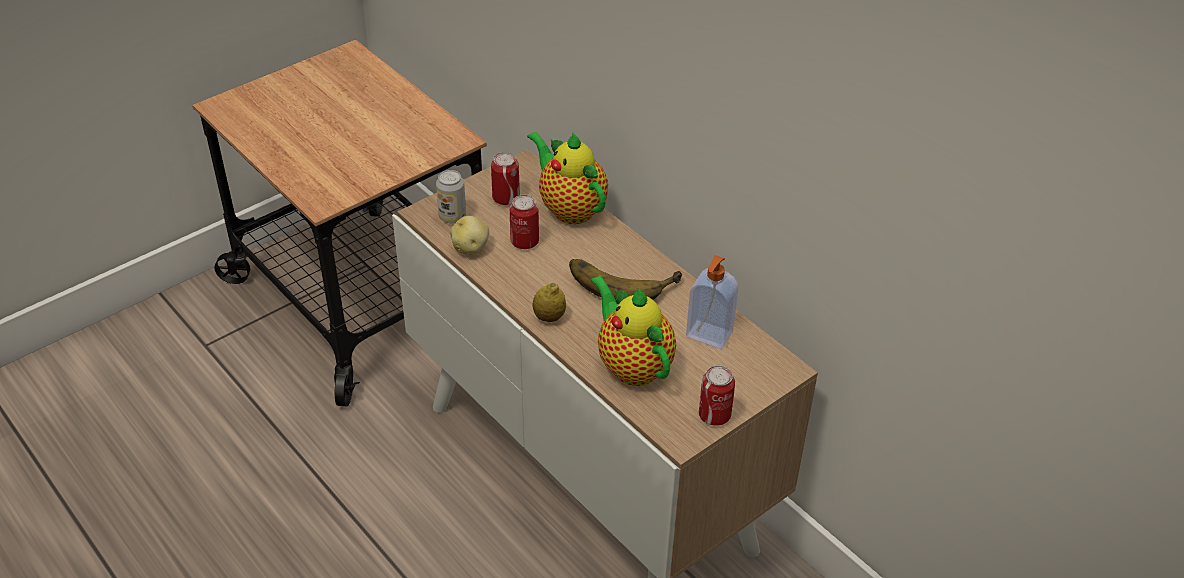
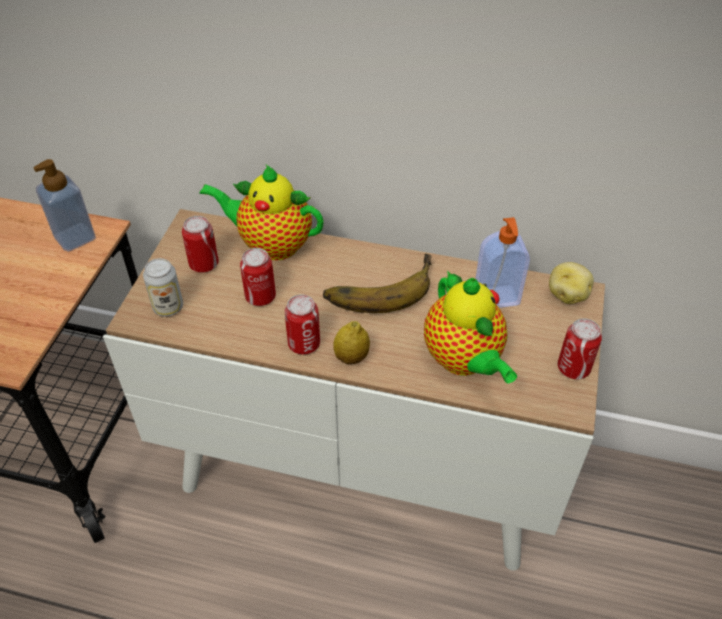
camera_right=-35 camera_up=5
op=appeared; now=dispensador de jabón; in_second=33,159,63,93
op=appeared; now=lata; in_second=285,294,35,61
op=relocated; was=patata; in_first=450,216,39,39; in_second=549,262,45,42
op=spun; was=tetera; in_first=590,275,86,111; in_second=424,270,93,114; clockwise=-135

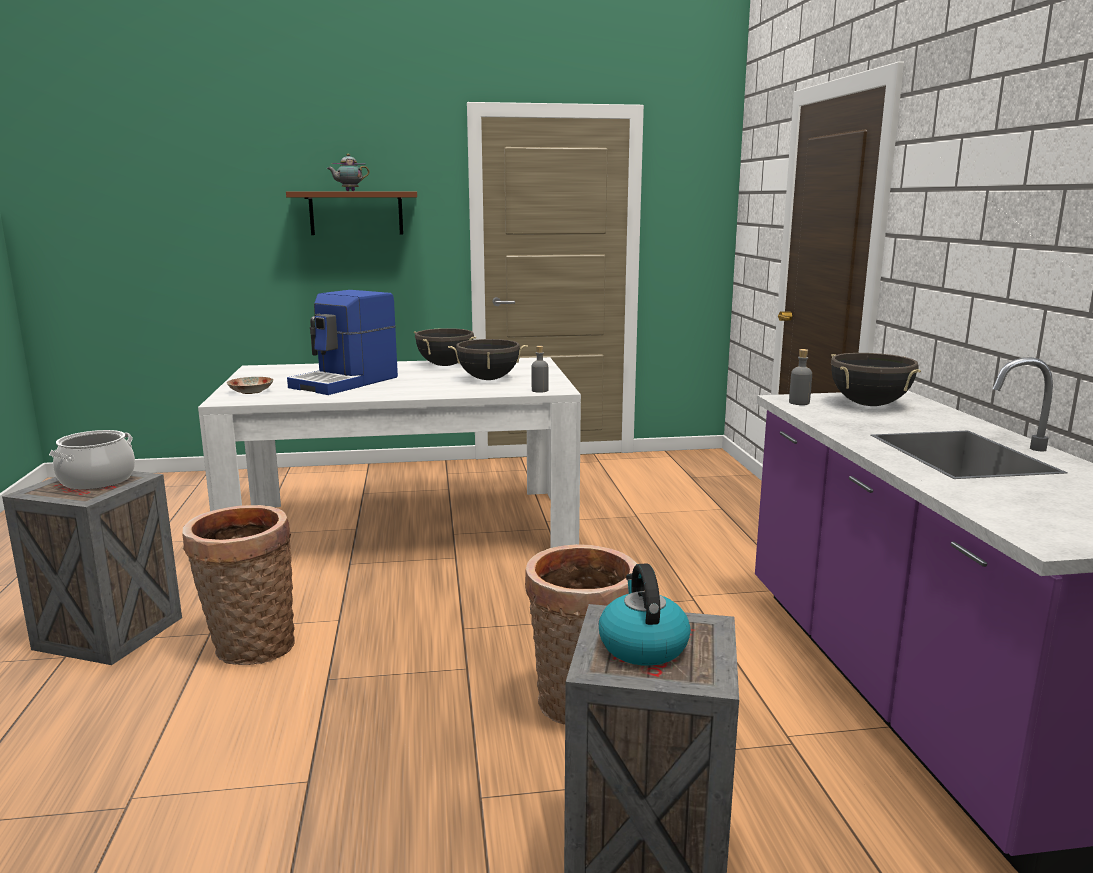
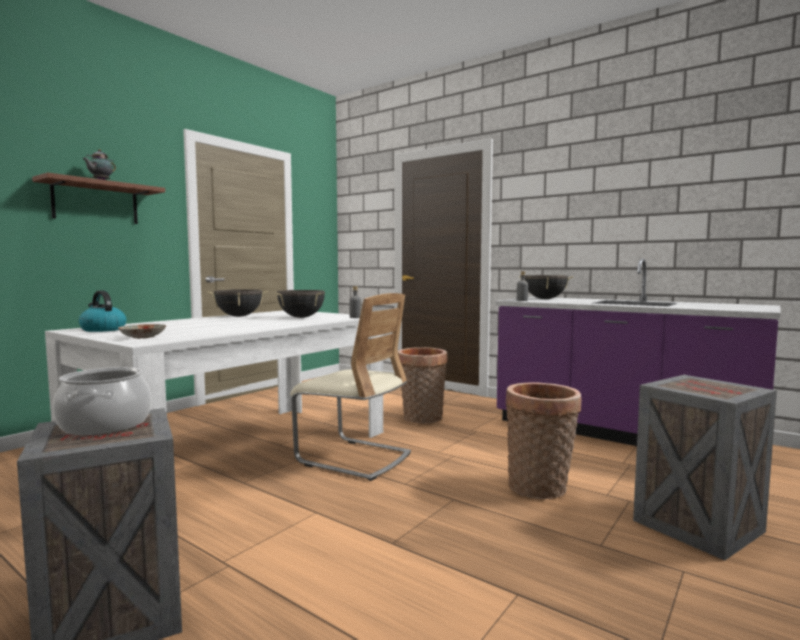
camera_right=-45 camera_up=-10
op=missing; was=cafetera; in_first=287,290,111,105
op=appeared; now=silla (beis); in_second=290,293,121,188
op=relocated; was=cesta; in_first=182,505,113,160; in_second=398,347,49,76
op=relocated; was=hervidor; in_first=599,563,92,103; in_second=79,290,47,42

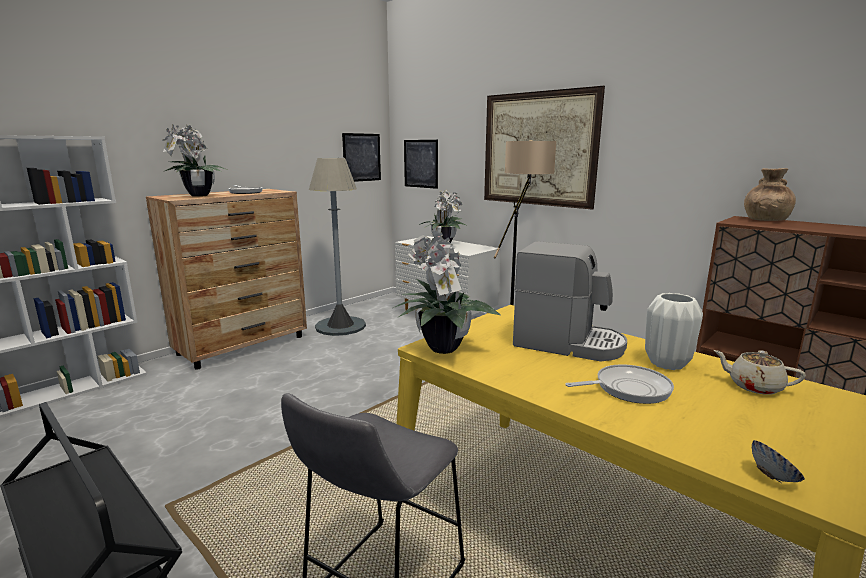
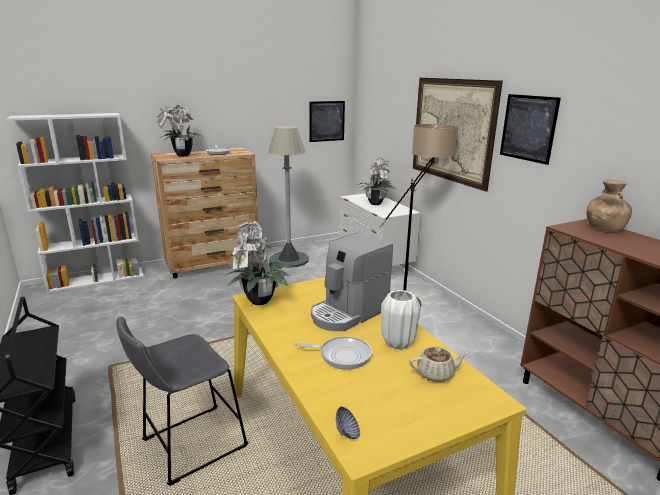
camera_right=20 camera_up=5
op=relocated; was=cuadro; in_first=404,140,34,49; in_second=500,94,61,71
op=spun; was=cafetera; in_first=513,241,114,120; in_second=311,232,82,99; clockwise=90
op=spun; was=tetera (beis); in_first=713,350,93,45; in_second=409,347,60,35; clockwise=120

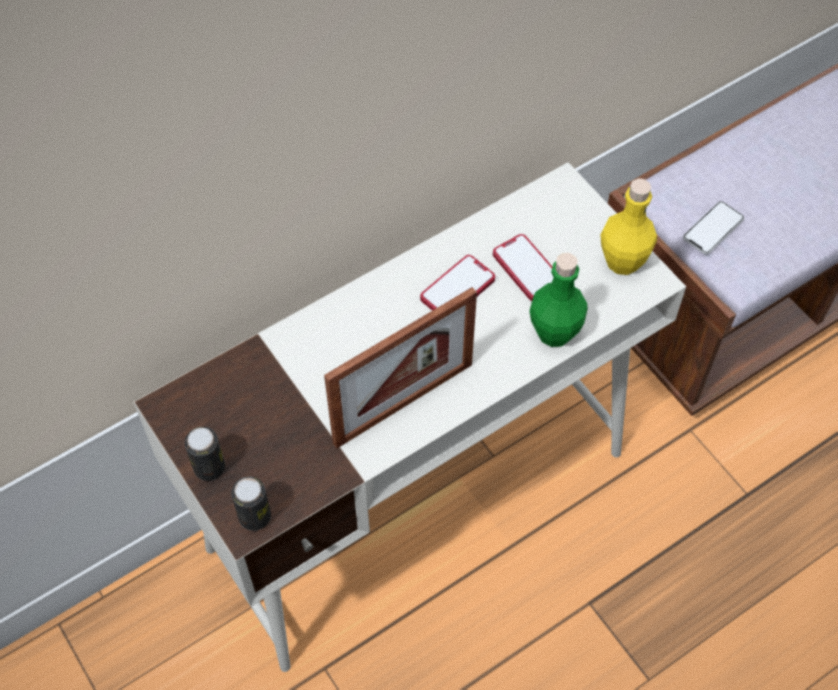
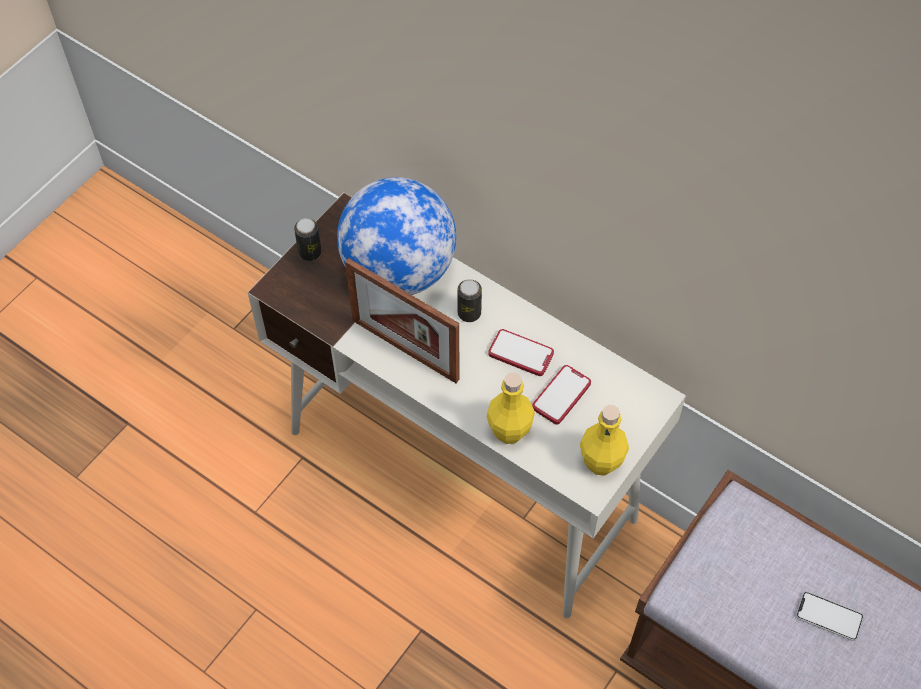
camera_right=70 camera_up=0
op=appeared; now=globo terráqueo; in_second=337,177,119,118
op=relocated; was=lata; in_first=231,476,40,55; in_second=458,279,24,43
op=relocated; was=móvil; in_first=683,201,61,53; in_second=796,592,68,49
op=colour; was=botella (verde); now=botella (amarillo); in_first=529,253,59,94; in_second=487,372,48,72

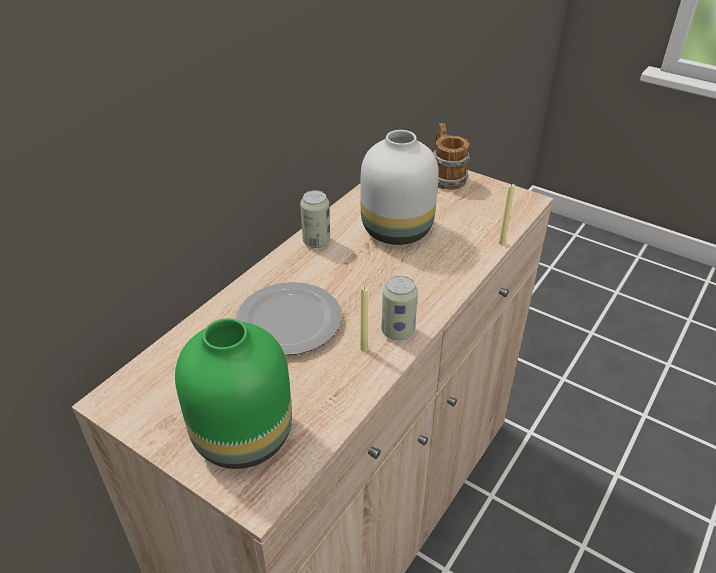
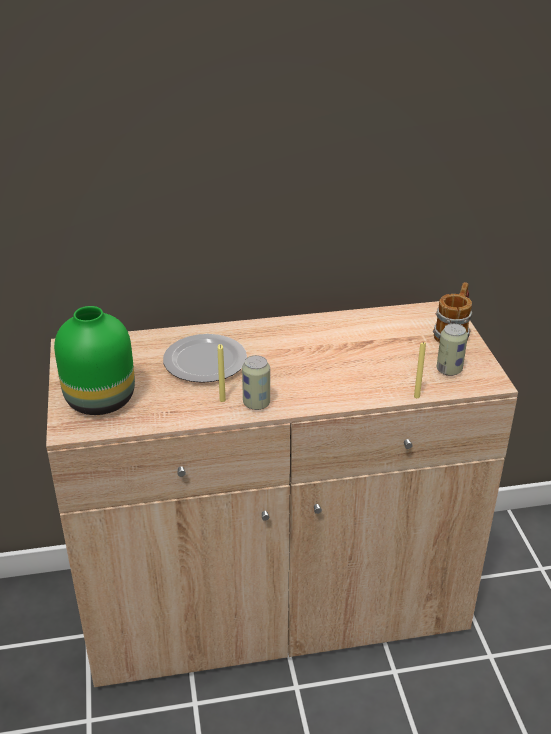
camera_right=45 camera_up=-5
op=missing; was=florero (blanco); in_first=361,130,78,115
op=relocated; was=lata; in_first=300,190,30,58; in_second=437,324,31,52

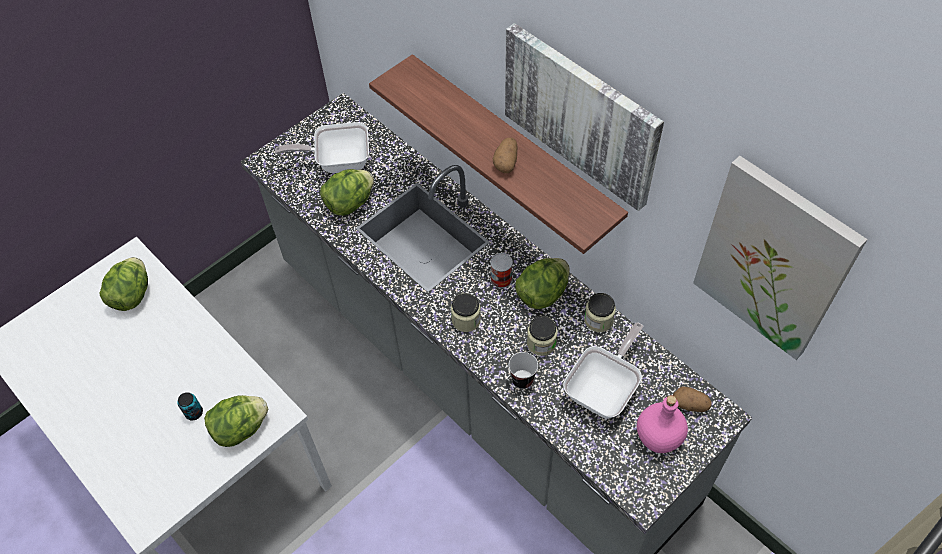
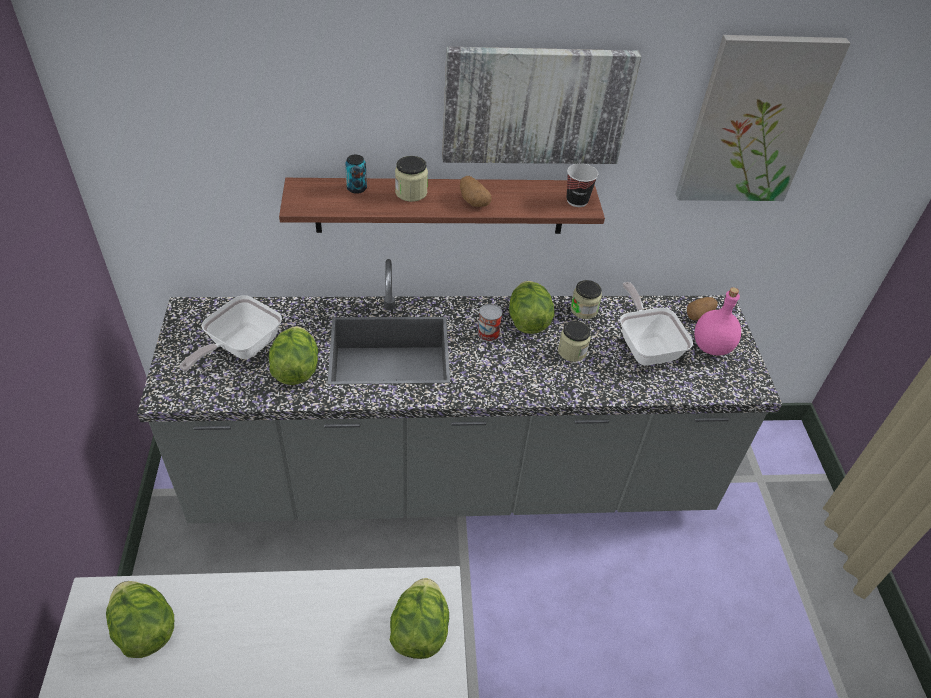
camera_right=-55 camera_up=-10
op=relocated; was=lata; in_first=178,392,25,28; in_second=345,155,22,39
op=relocated; was=tarro; in_first=451,293,30,39; in_second=395,156,33,46
op=relocated; was=taza; in_first=509,352,29,37; in_second=567,163,31,44

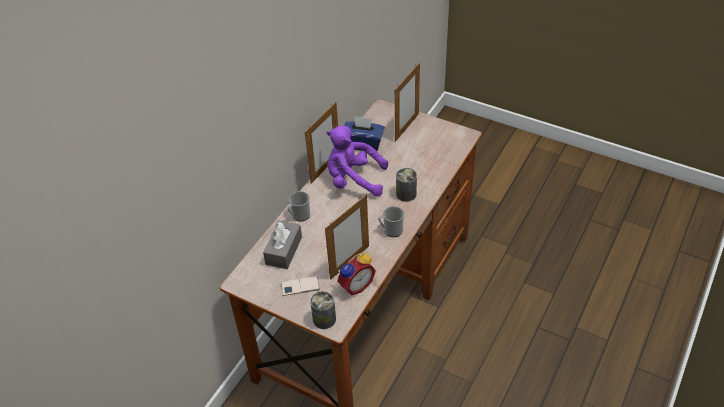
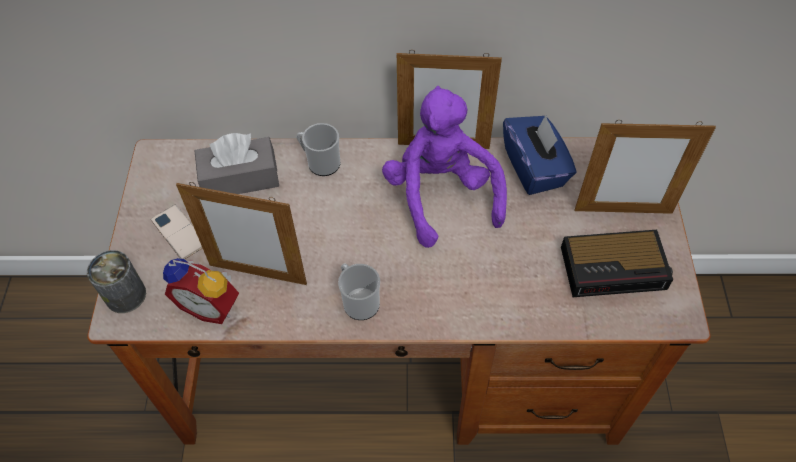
camera_right=60 camera_up=10
op=missing; was=lata; in_first=396,168,21,34
op=appeared; now=despertador; in_second=561,230,112,67

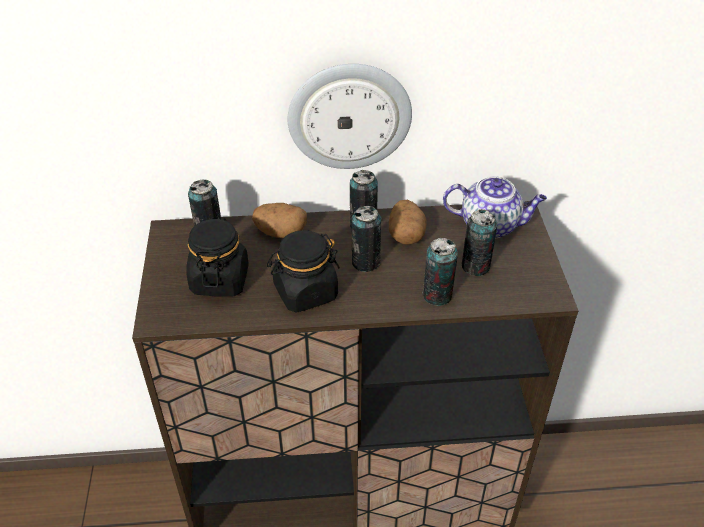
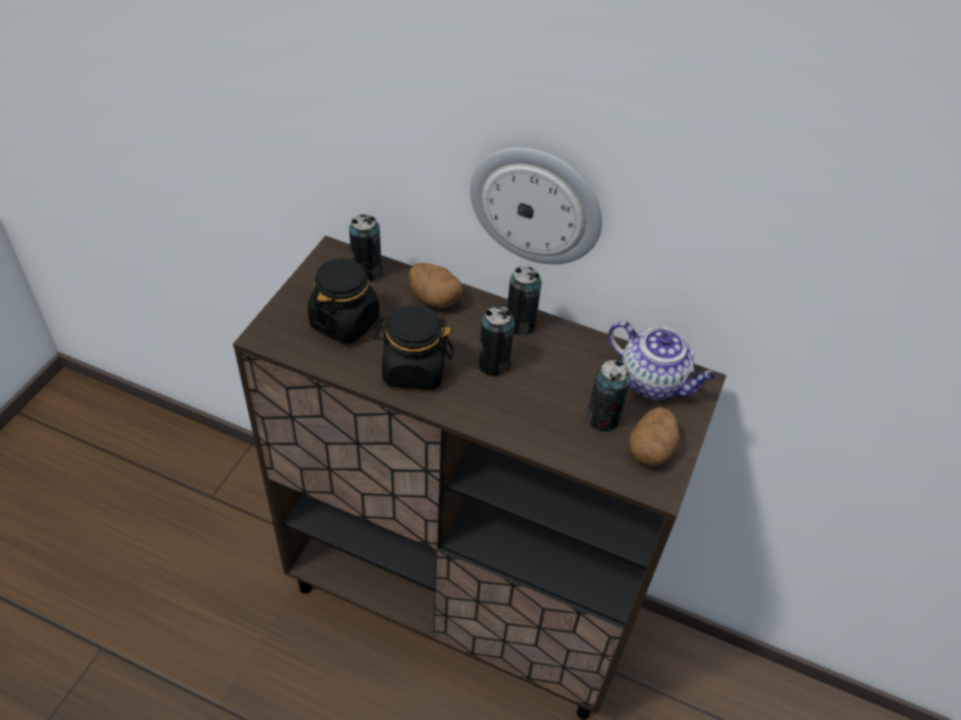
camera_right=25 camera_up=5
op=missing; was=lata; in_first=422,238,36,68
op=relocated; was=patata; in_first=389,200,38,45; in_second=629,407,51,59

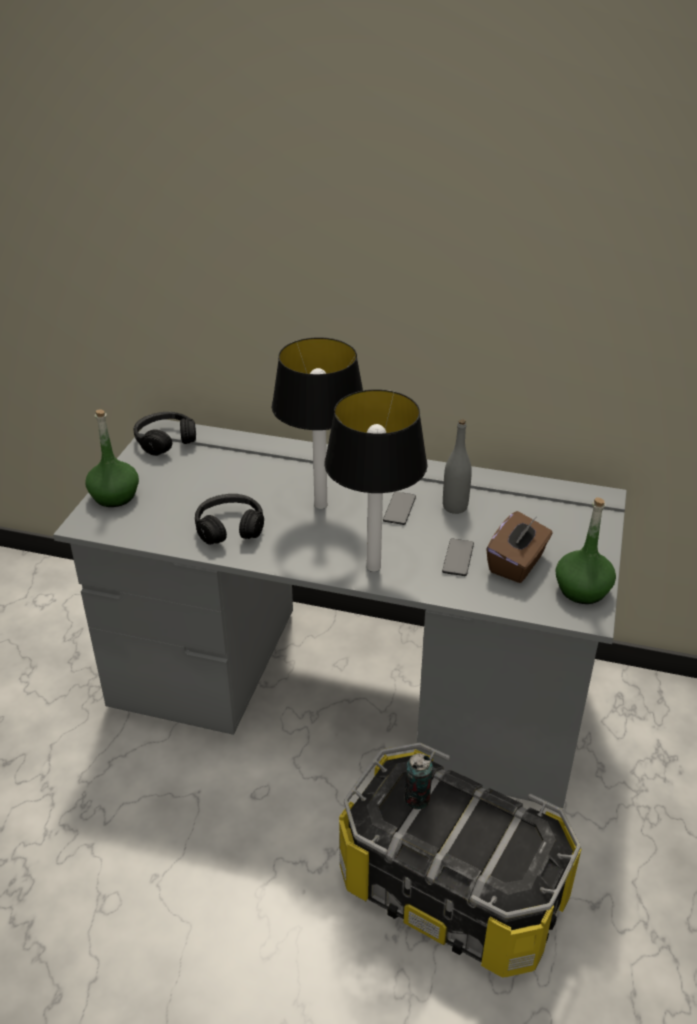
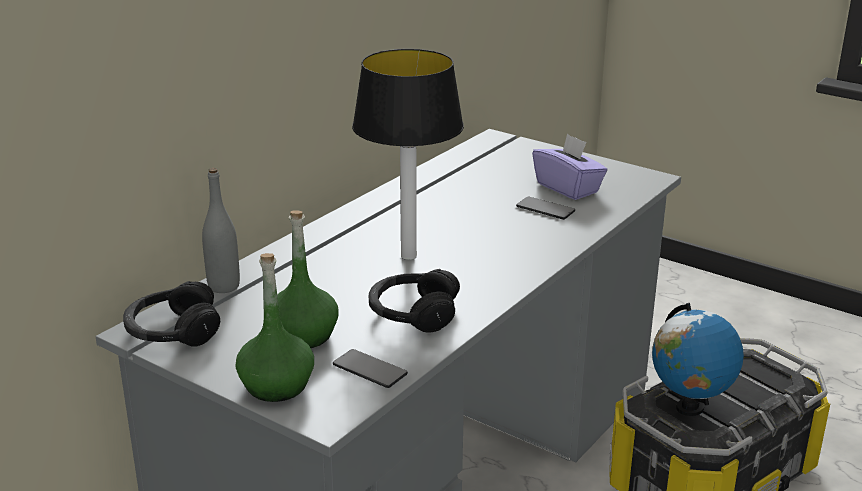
camera_right=-70 camera_up=-10
op=missing; was=lámpara de mesa; in_first=324,389,104,183
op=relocated; was=móvil; in_first=383,492,33,33; in_second=333,349,75,39
op=relocated; was=botella (gris); in_first=443,419,29,95; in_second=202,168,38,125
op=relocated; was=botella (verde); in_first=556,497,60,107; in_second=277,210,62,138
op=exchanged; was=lata; now=globo terráqueo; in_first=404,753,29,57; in_second=652,303,92,113
op=colour; was=caja de pañuelos (marrón); now=caja de pañuelos (morado); in_first=486,511,67,72; in_second=532,133,76,67

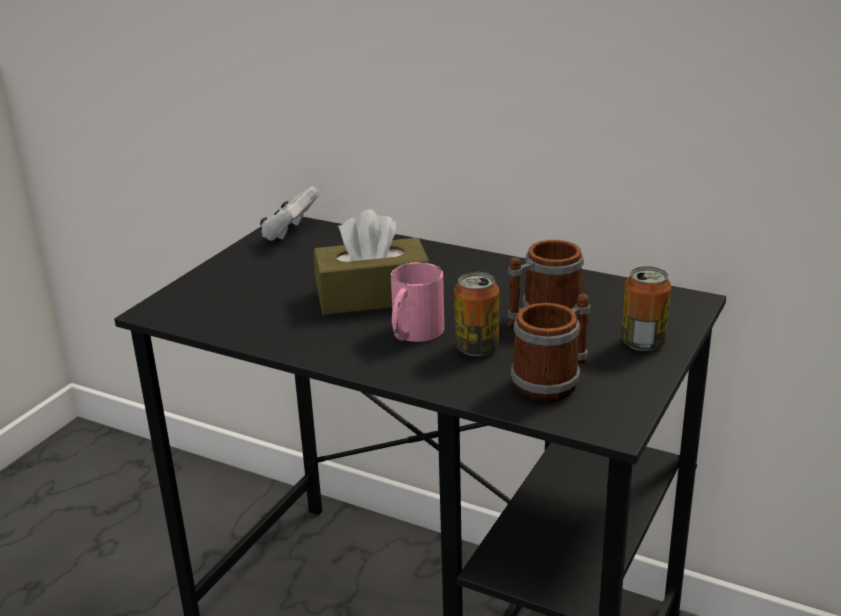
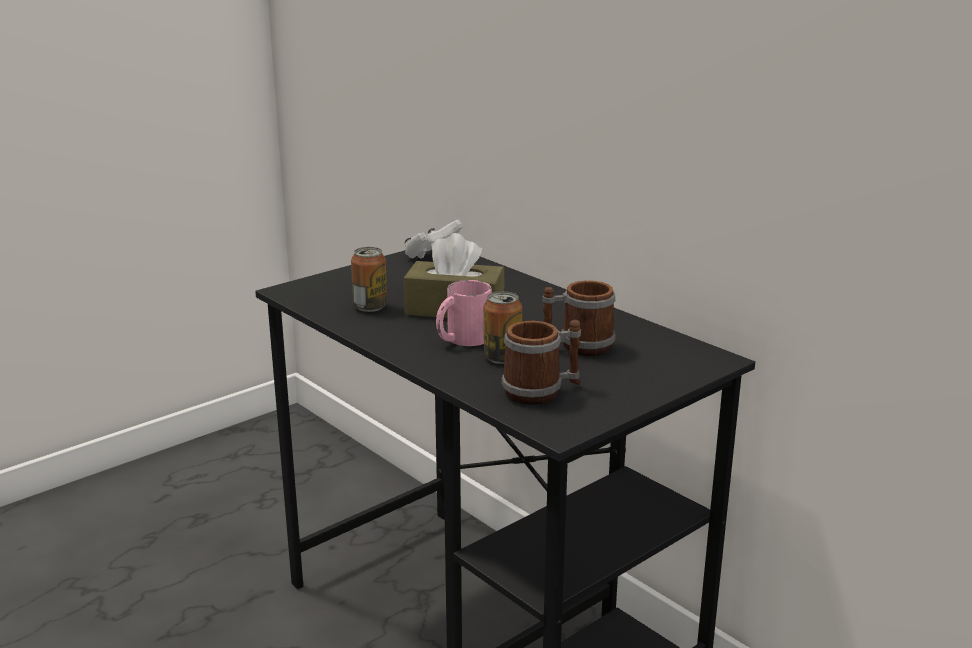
camera_right=20 camera_up=-5
op=relocated; was=lata; in_first=621,266,50,85; in_second=351,247,36,65

